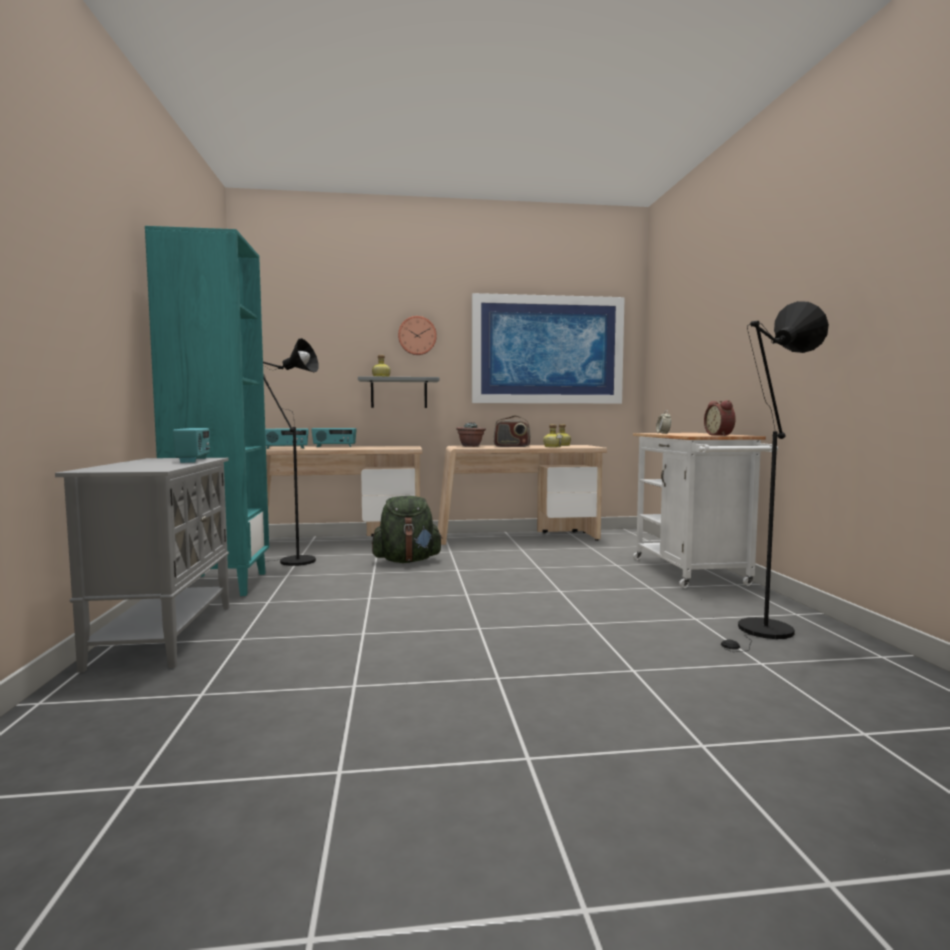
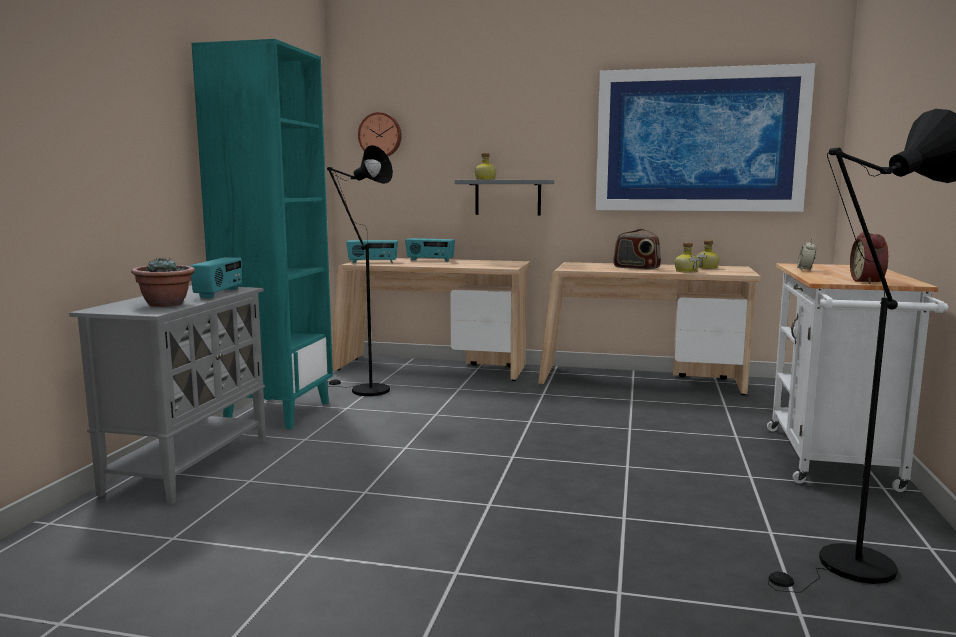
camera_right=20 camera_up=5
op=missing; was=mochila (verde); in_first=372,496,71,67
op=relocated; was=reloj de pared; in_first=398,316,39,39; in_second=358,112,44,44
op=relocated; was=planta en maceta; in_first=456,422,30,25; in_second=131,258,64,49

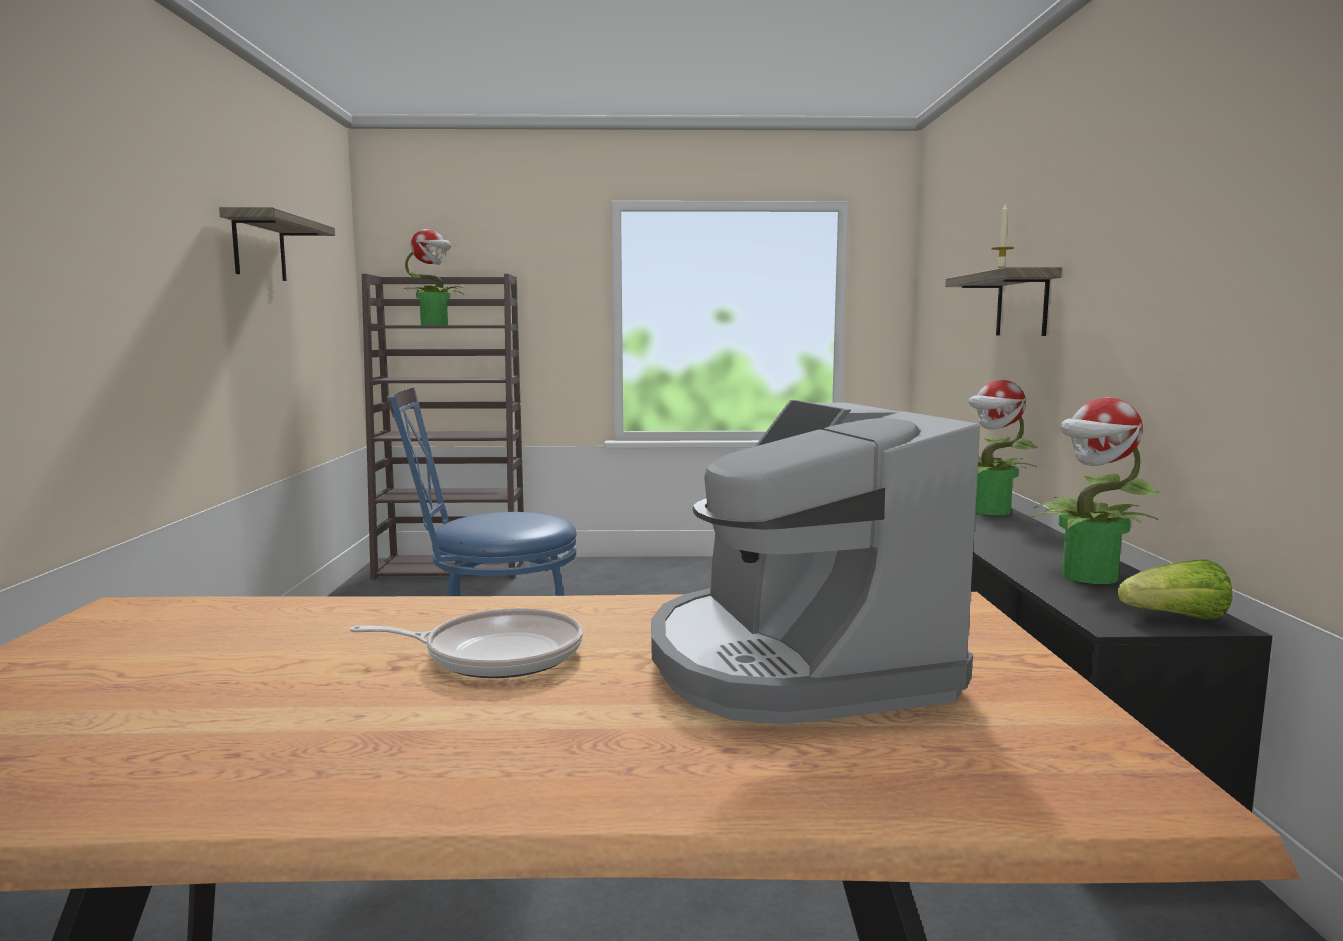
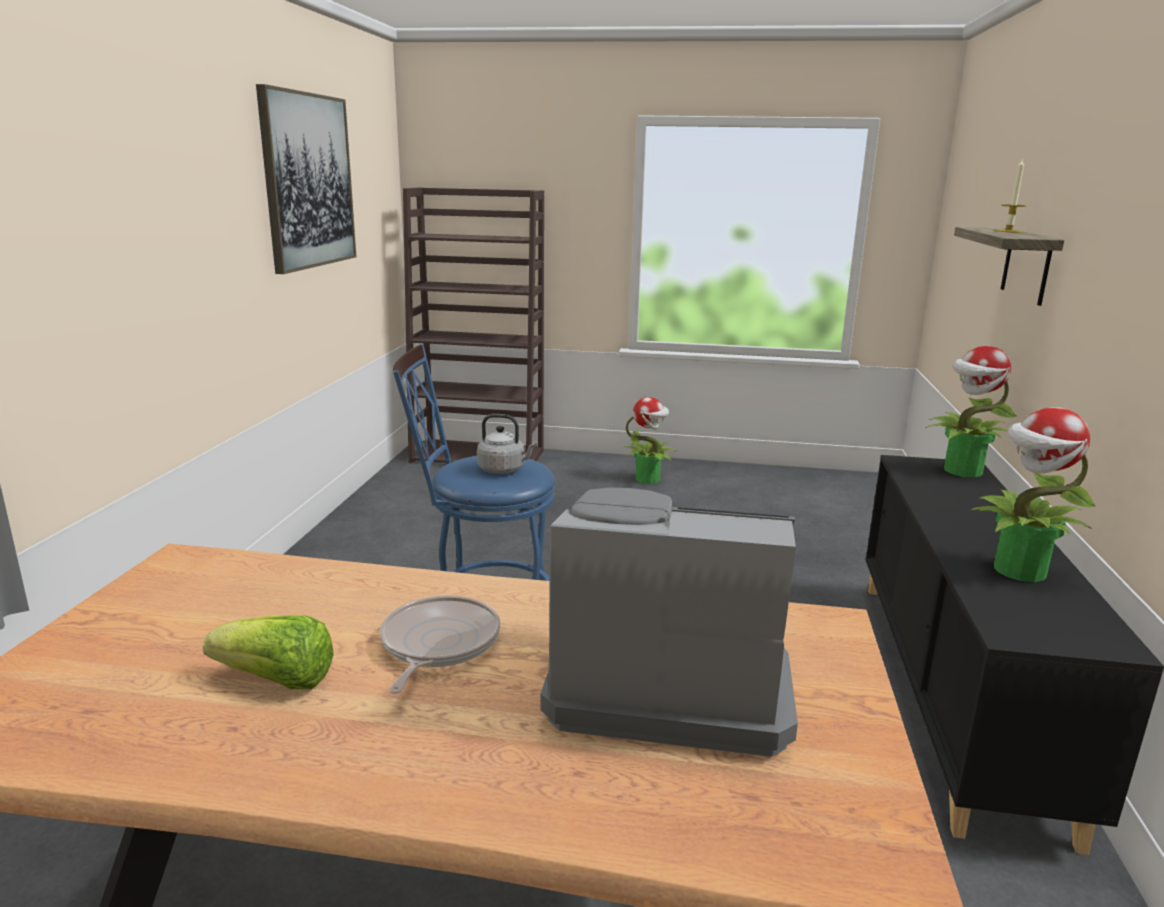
camera_right=10 camera_up=10
op=appeared; now=hervidor (gris); in_second=477,414,60,60
op=relocated; was=planta en maceta; in_first=404,229,61,96; in_second=622,397,55,87
op=relocated; was=lechuga; in_first=1118,559,114,61; in_second=202,615,132,74
op=exchanged; was=estante; now=cuadro; in_first=219,207,116,74; in_second=256,84,100,190
op=spun; was=sartén; in_first=350,608,233,70; in_second=380,596,120,98; clockwise=-90
op=spun; was=cafetera; in_first=651,400,329,324; in_second=541,488,257,269; clockwise=105

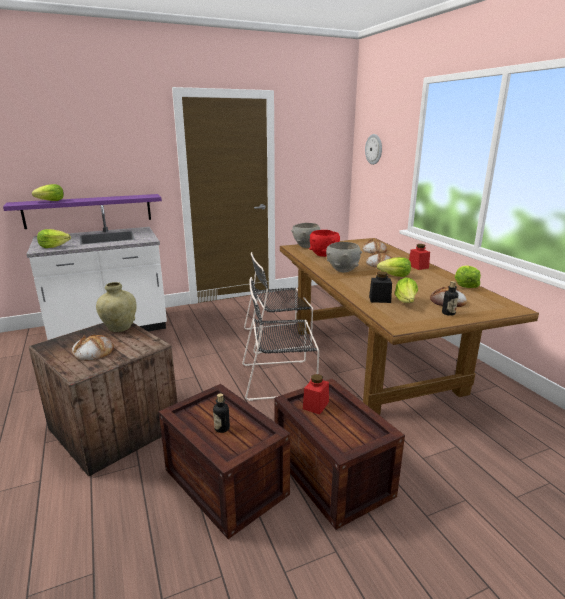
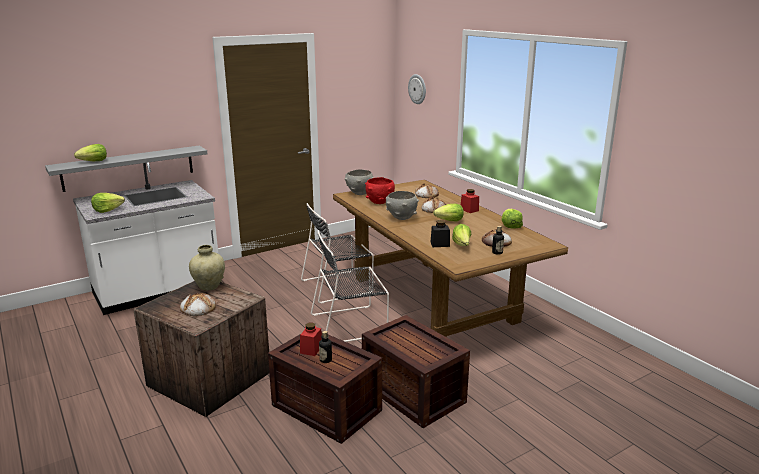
camera_right=-10 camera_up=0
op=relocated; was=tarro (rojo); in_first=303,374,26,40; in_second=300,322,22,34
op=colour; was=estante (morado); now=estante (gris); in_first=3,194,159,35; in_second=45,146,162,46

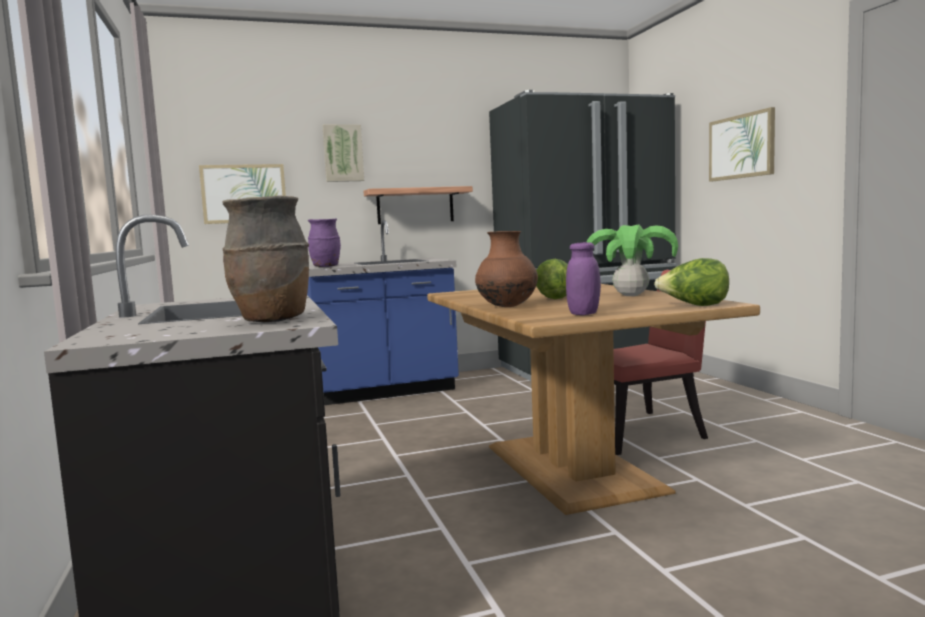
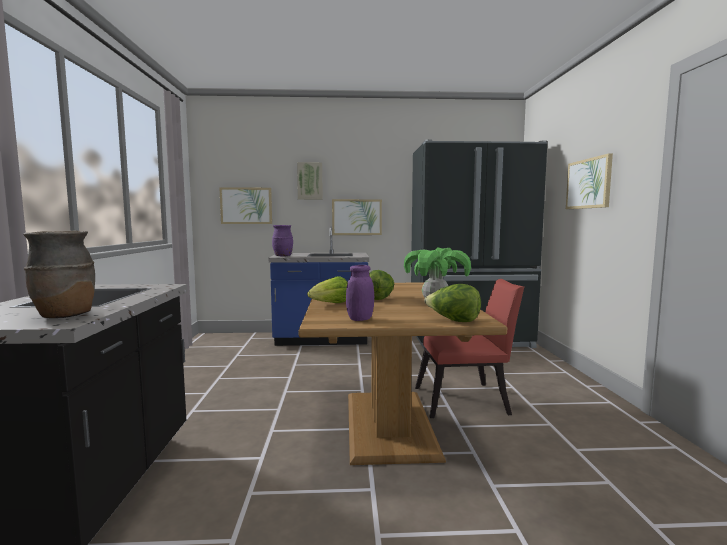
camera_right=15 camera_up=0
op=exchanged; was=estante; now=cuadro; in_first=363,186,110,38; in_second=332,199,50,36
op=exchanged; was=florero (marrón); now=lechuga; in_first=475,231,63,76; in_second=307,276,41,27

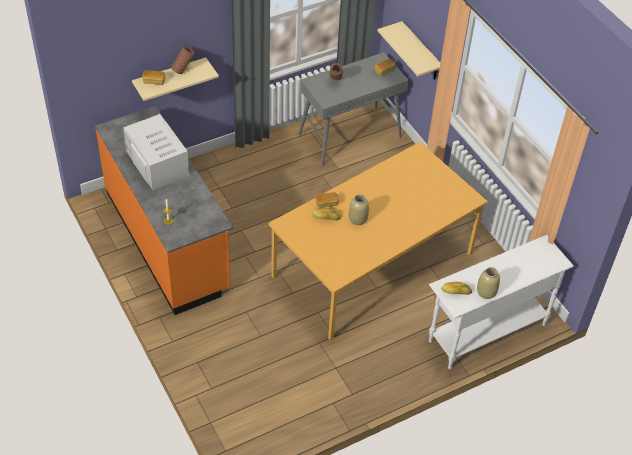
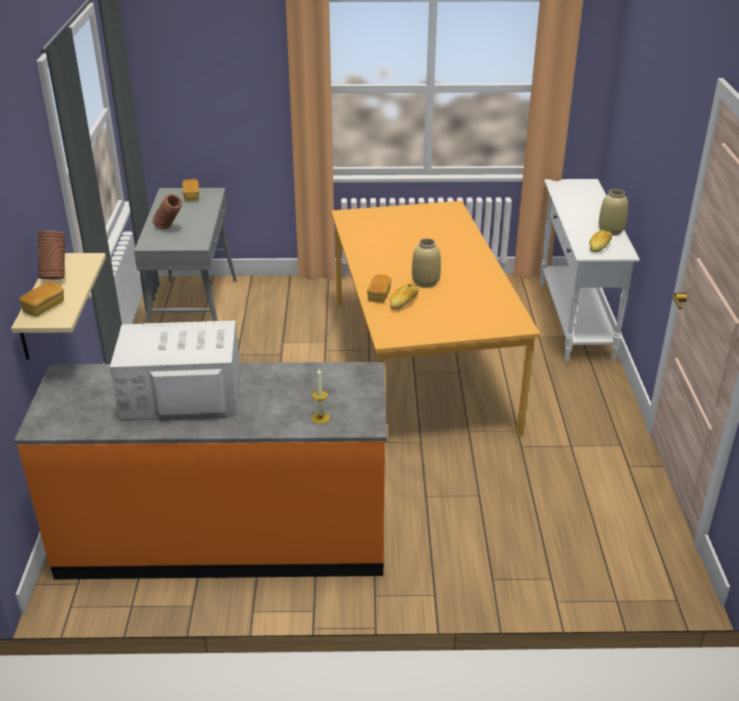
camera_right=-60 camera_up=-15
op=missing; was=estante (beis); in_first=377,21,63,59

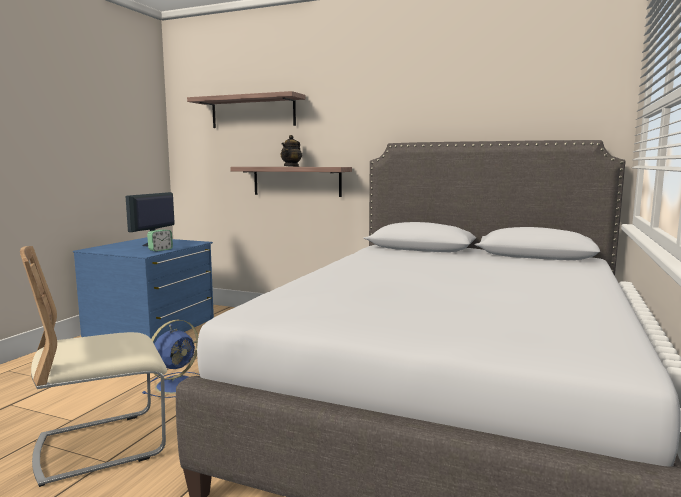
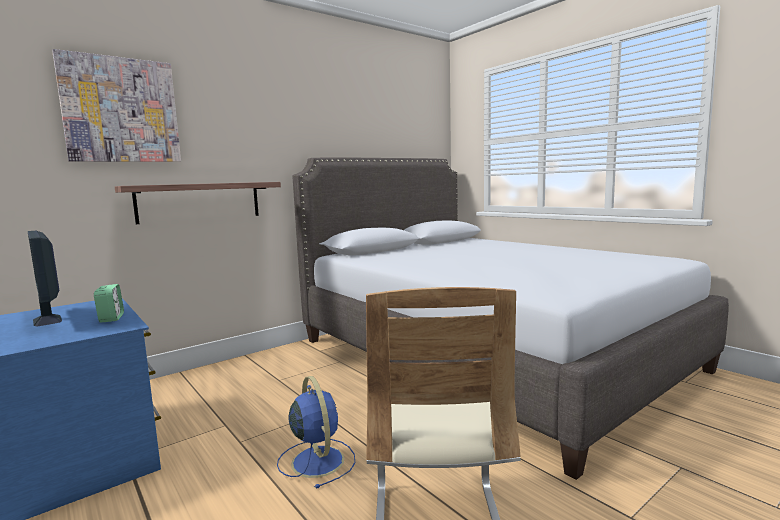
camera_right=-60 camera_up=0
op=missing; was=tetera; in_first=281,135,21,32
op=exchanged; was=estante; now=cuadro; in_first=187,91,118,37; in_second=52,49,129,113

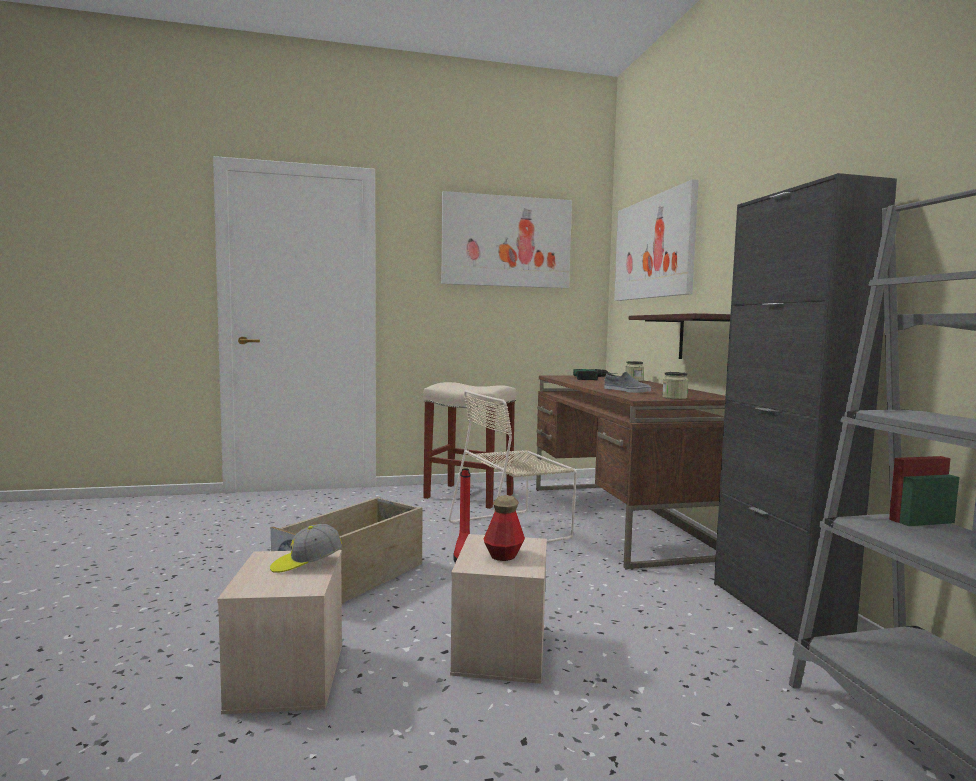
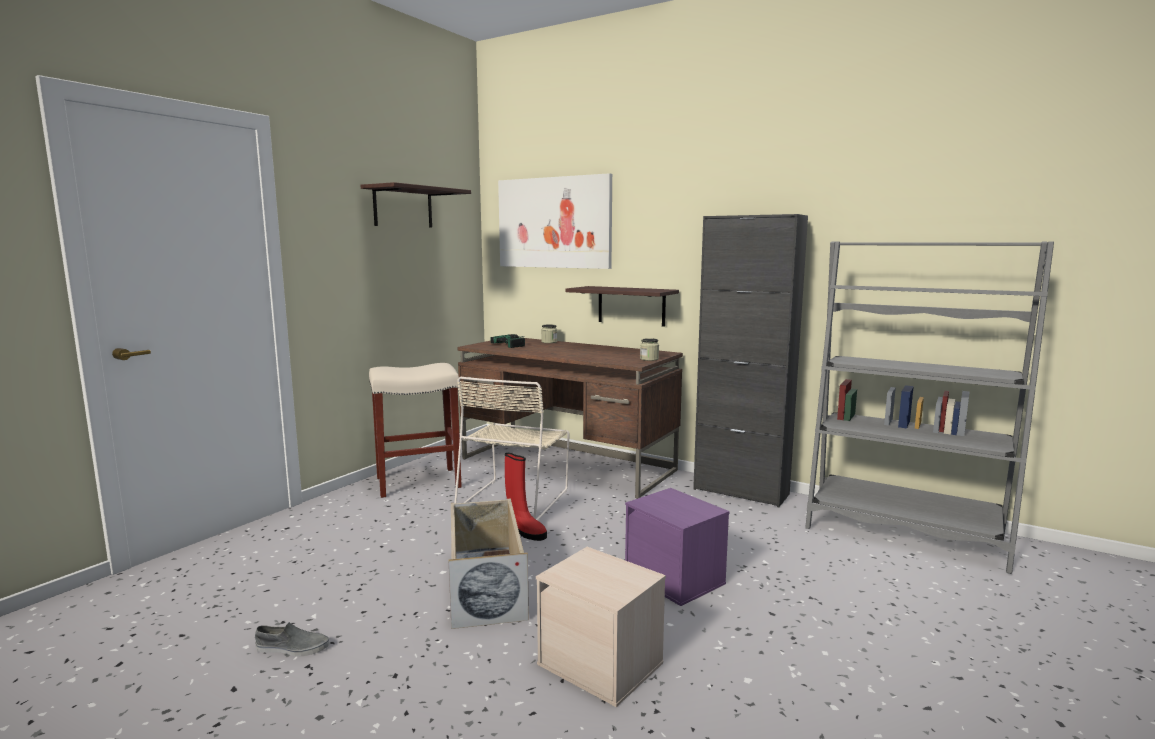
camera_right=-45 camera_up=5
op=missing; was=gorra; in_first=270,524,72,49
op=missing; was=botella; in_first=484,495,41,66
op=relocated; was=zapato (gris); in_first=604,372,47,21; in_second=255,622,75,34
op=exchanged; was=cuadro; now=estante; in_first=441,191,131,97; in_second=360,182,111,45
op=colour; was=caja de almacenaje (beis); now=caja de almacenaje (morado); in_first=450,534,97,150; in_second=625,488,104,118

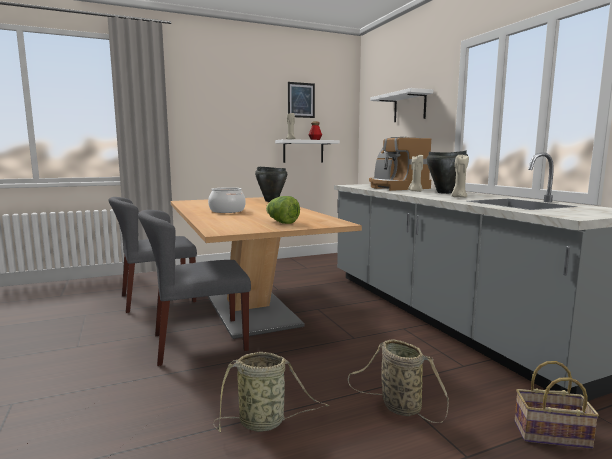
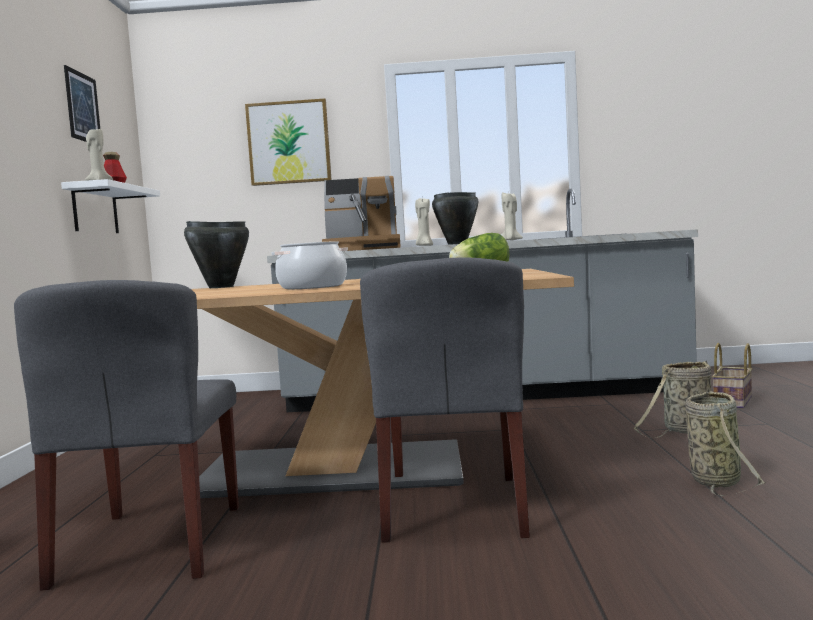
camera_right=-65 camera_up=-5
op=exchanged; was=estante (blanco); now=cuadro; in_first=370,88,63,34; in_second=245,98,87,88

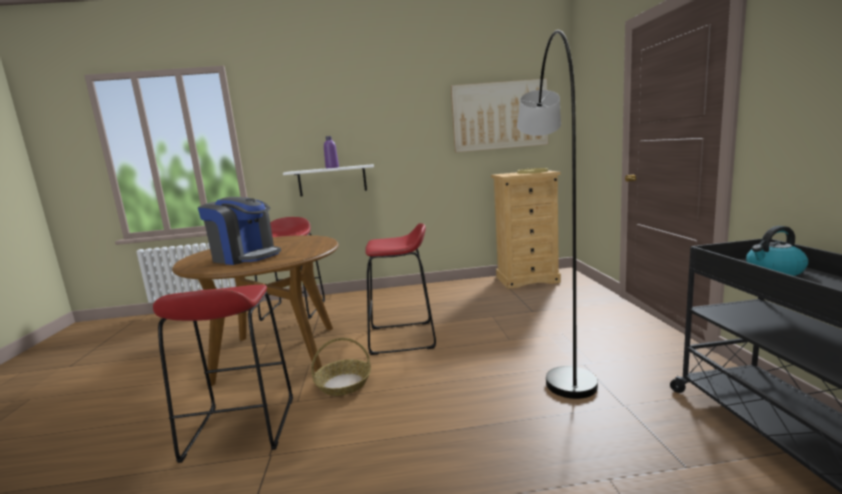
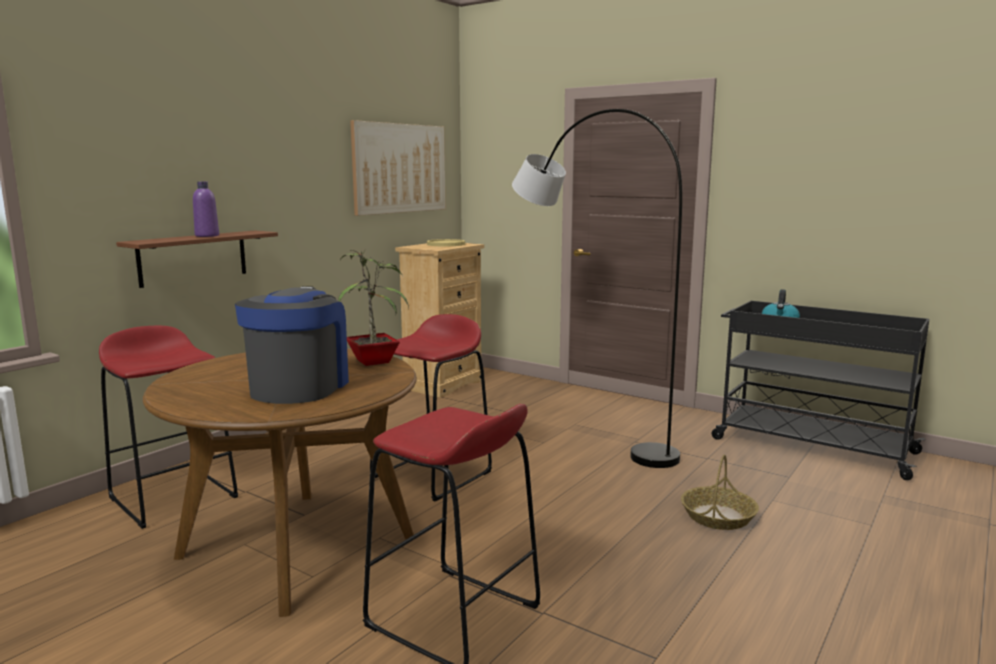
camera_right=-50 camera_up=0
op=appeared; now=planta en maceta; in_second=338,249,71,117
op=relocated; was=cesta; in_first=311,338,60,58; in_second=681,455,78,75
op=colour; was=estante (blanco); now=estante (marrón); in_first=283,164,91,32; in_second=116,231,162,57
op=spun; was=cafetera; in_first=198,197,83,68; in_second=235,286,114,118; clockwise=-60

